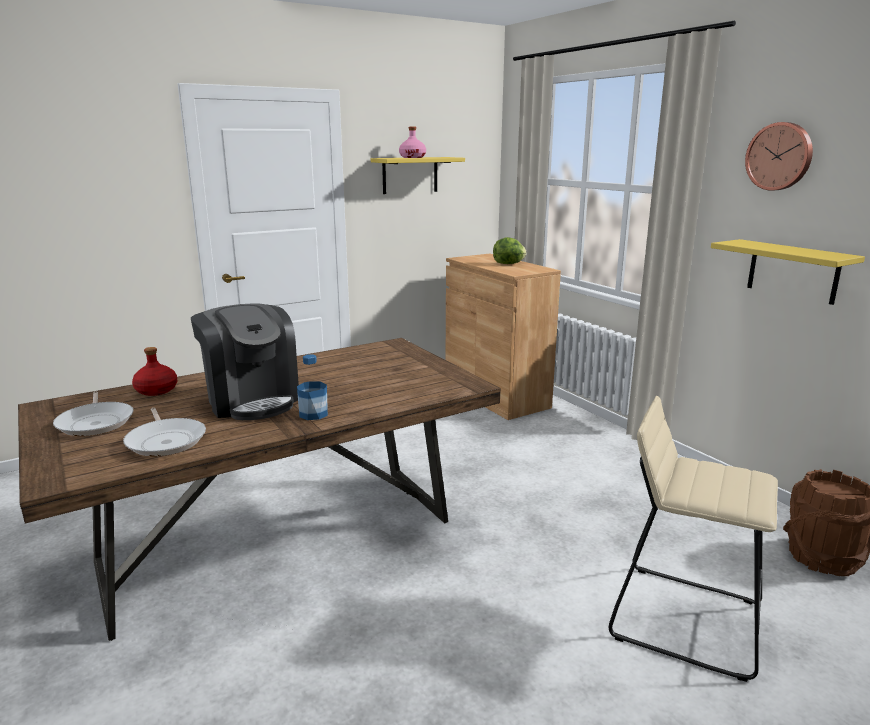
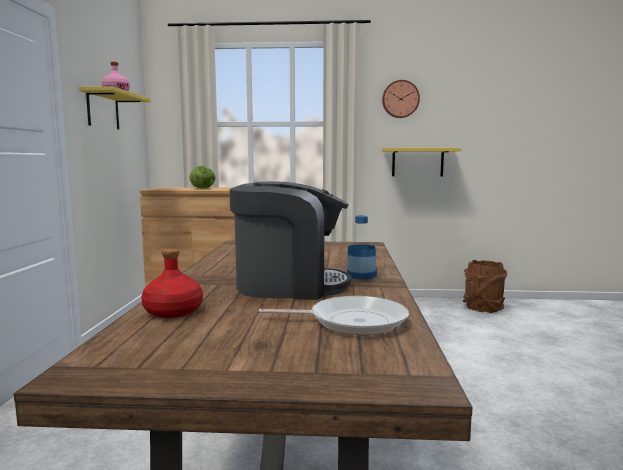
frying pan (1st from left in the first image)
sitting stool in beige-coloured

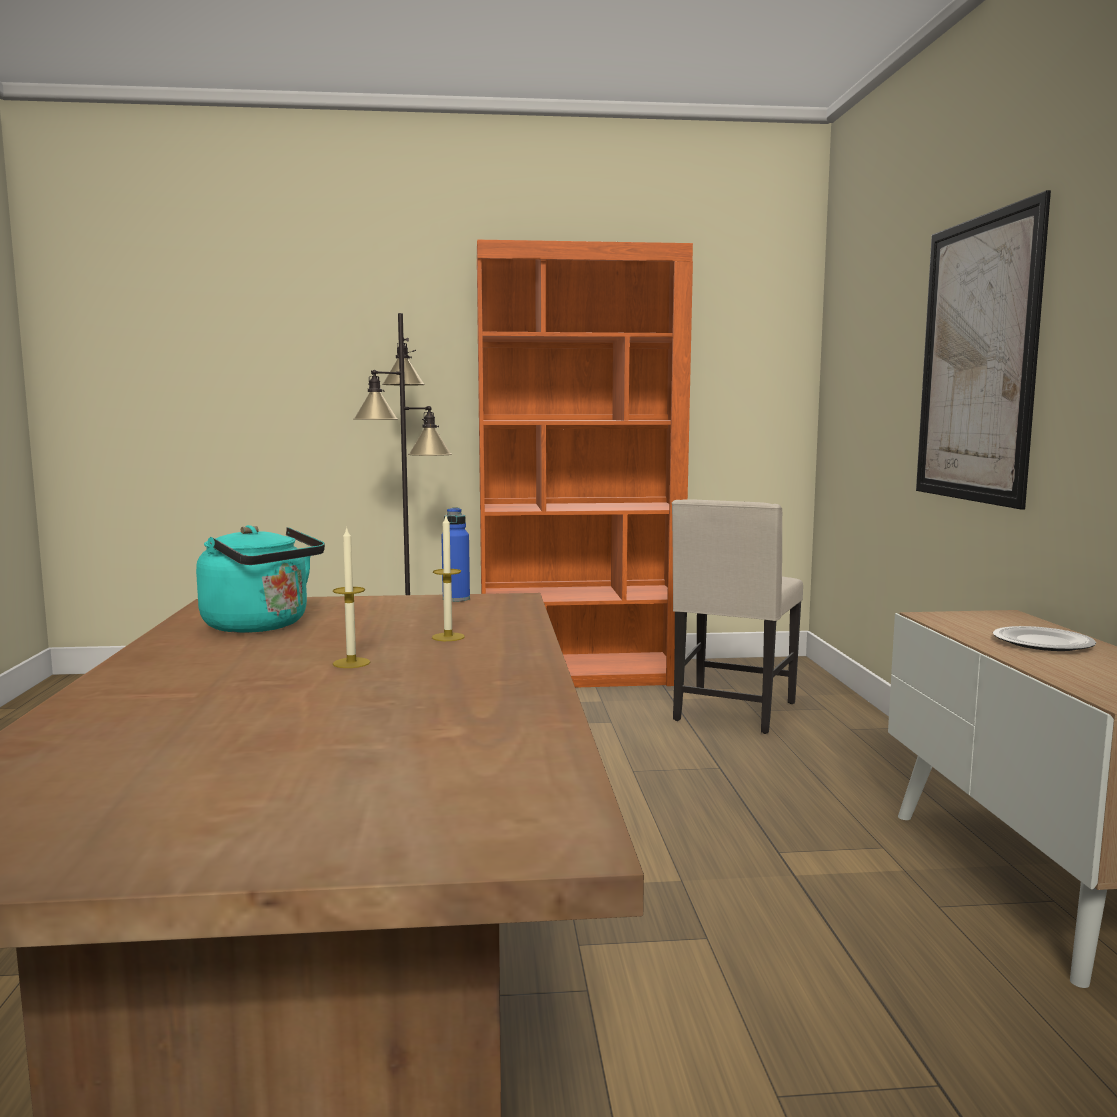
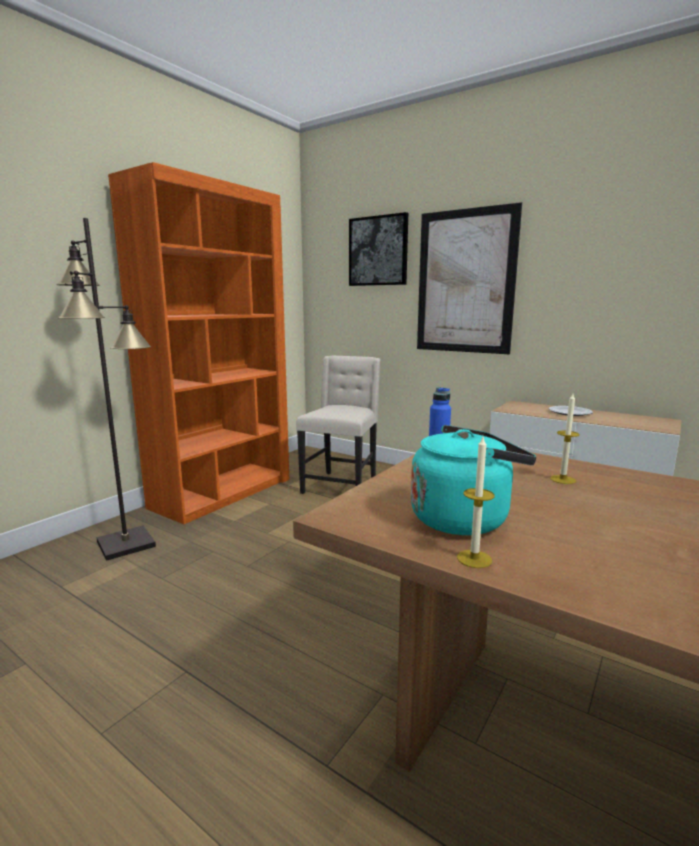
wall picture (1st from left)
wax light (1st from left)
upright chair in beige-coloured

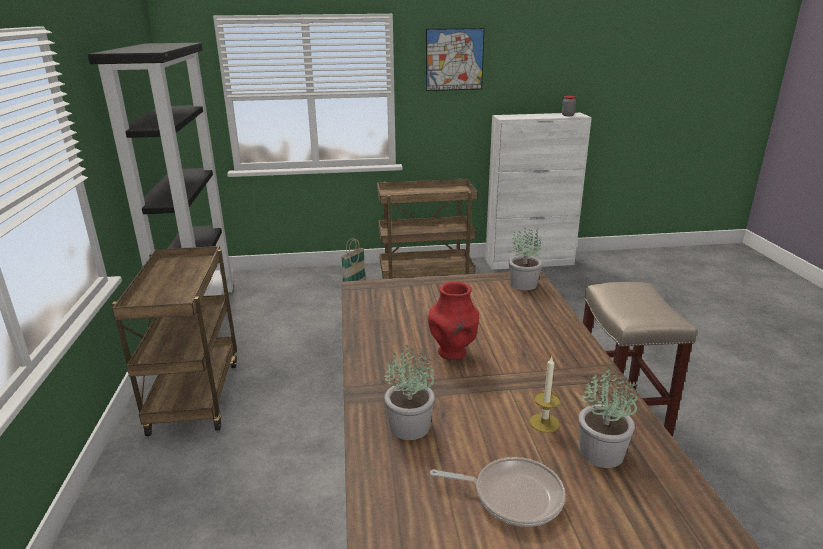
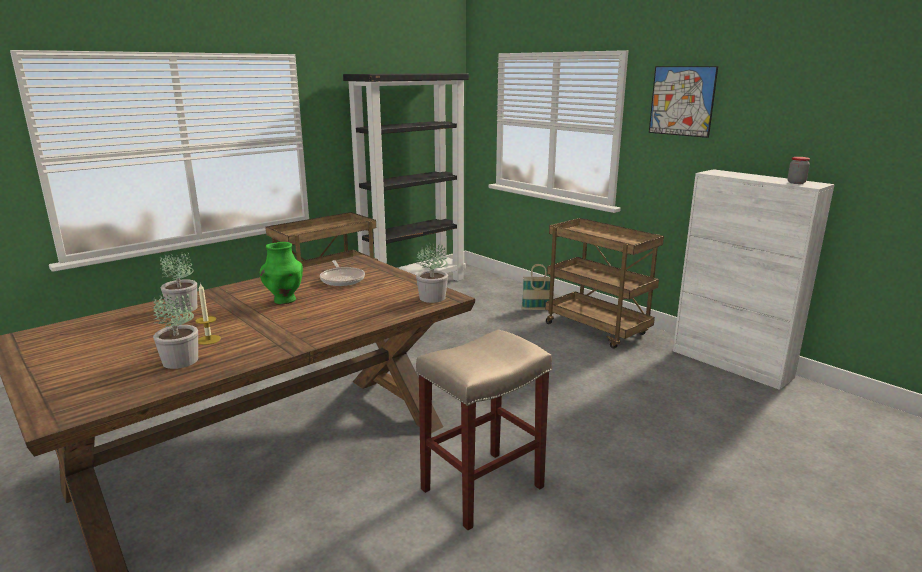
frying pan
flower vase in greenish

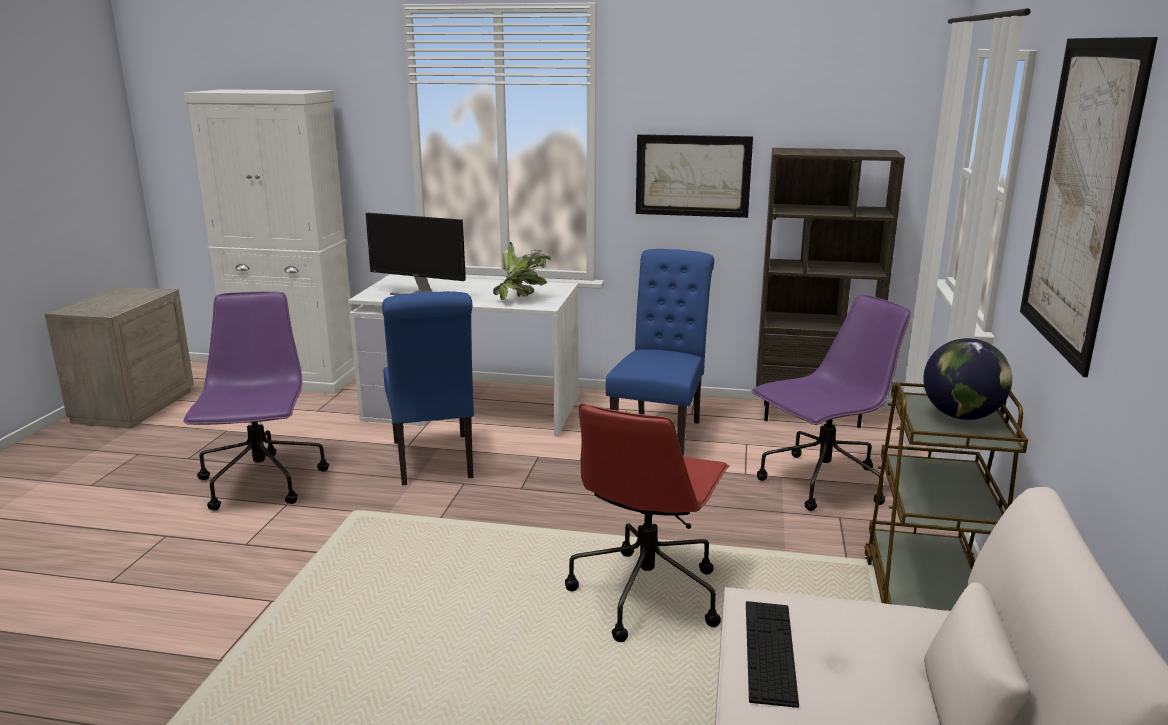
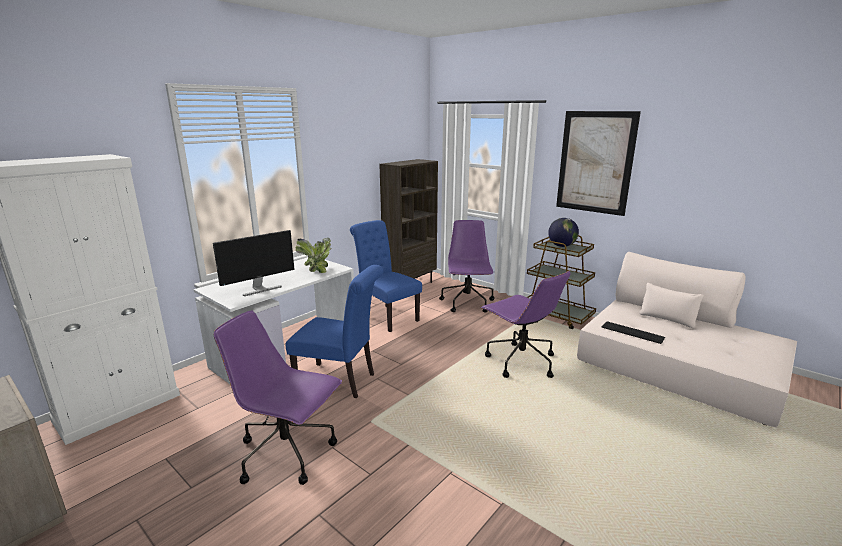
wall picture (1st from left in the first image)
computer chair in purplish (3rd from left)

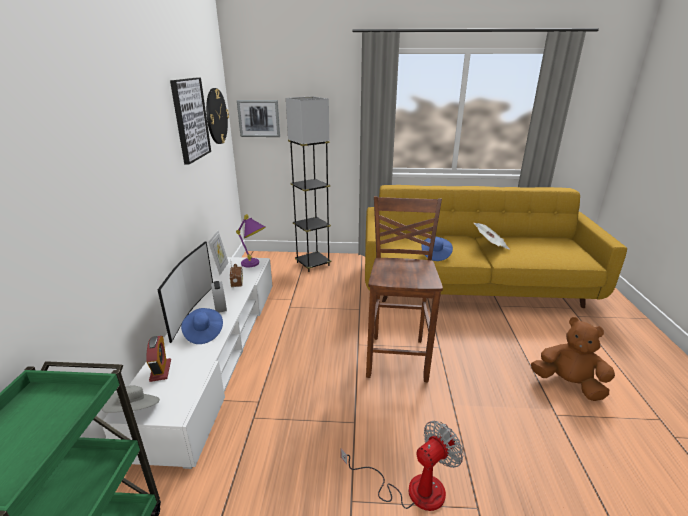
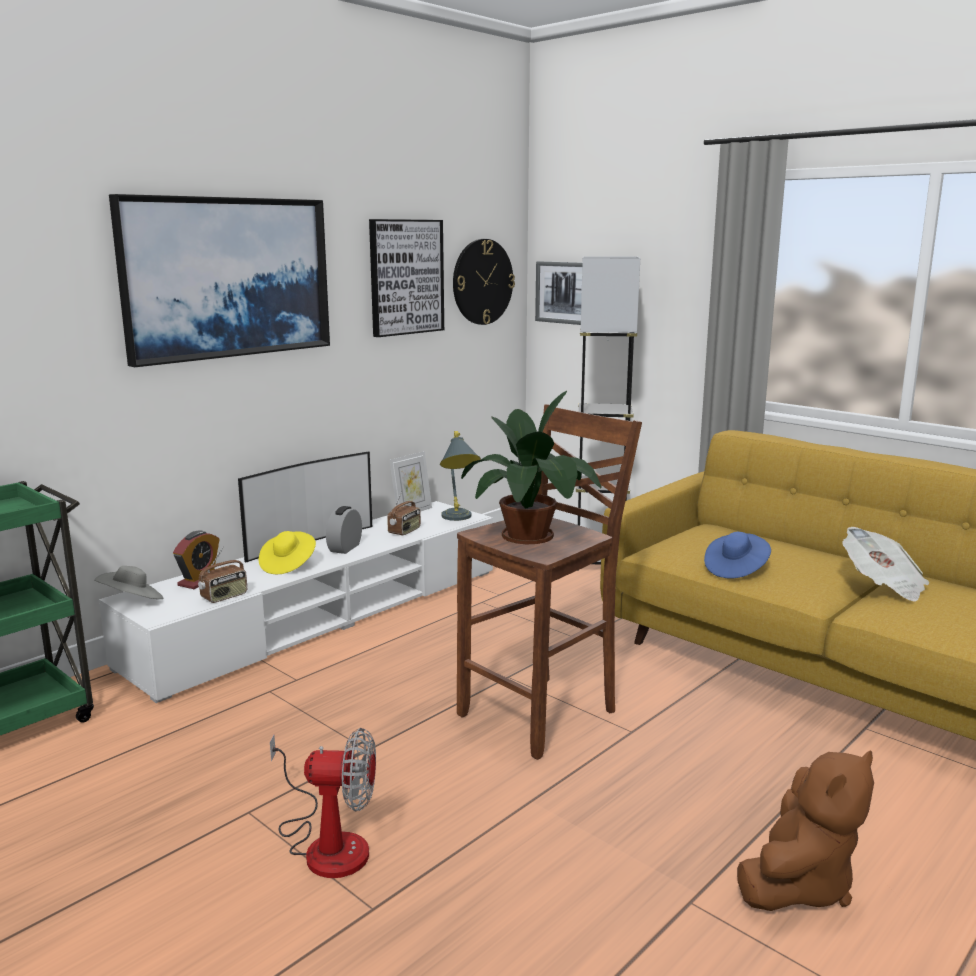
wall picture (1st from left)
radio receiver (1st from left)
houseplant
hat in yellow
tabletop lamp in grey
cuddly toy in brown-coloured

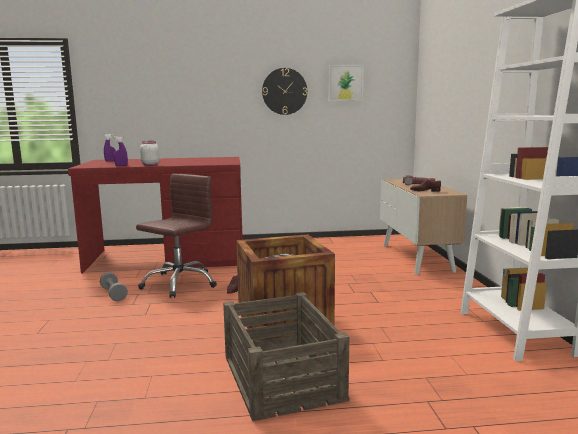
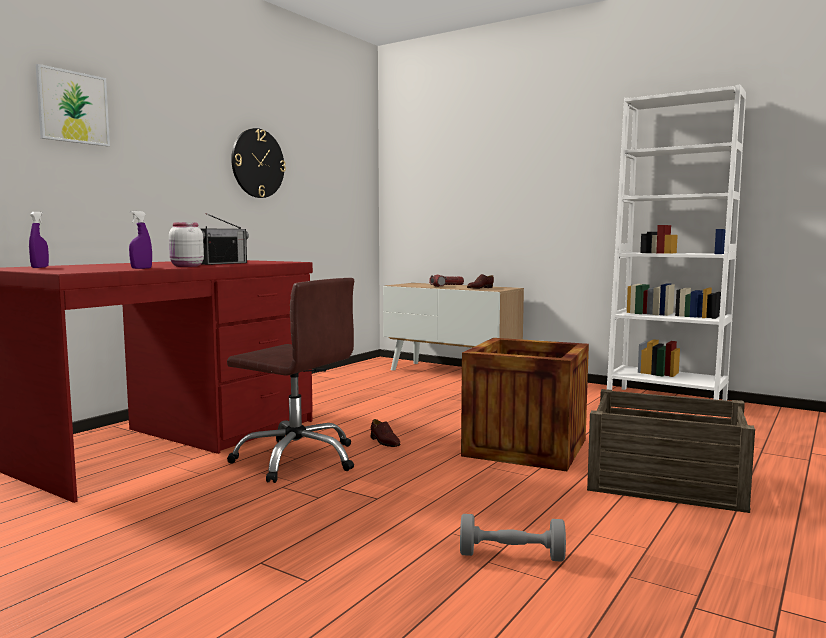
radio receiver
dumbbell in grey
wall picture
computer chair in brown-coloured

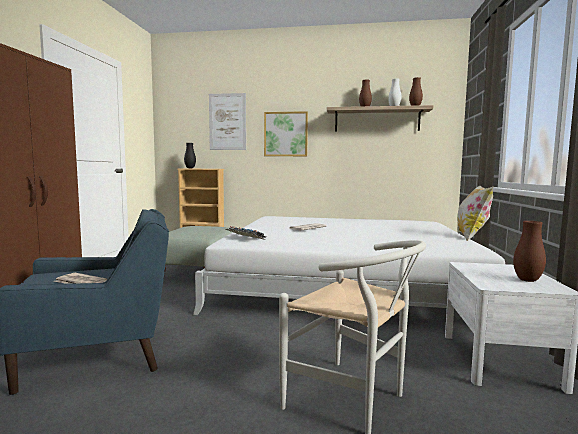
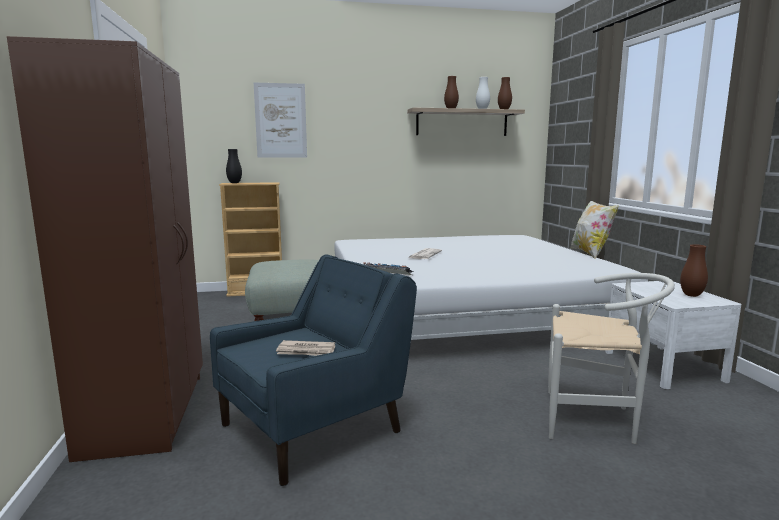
wall picture (2nd from left in the first image)

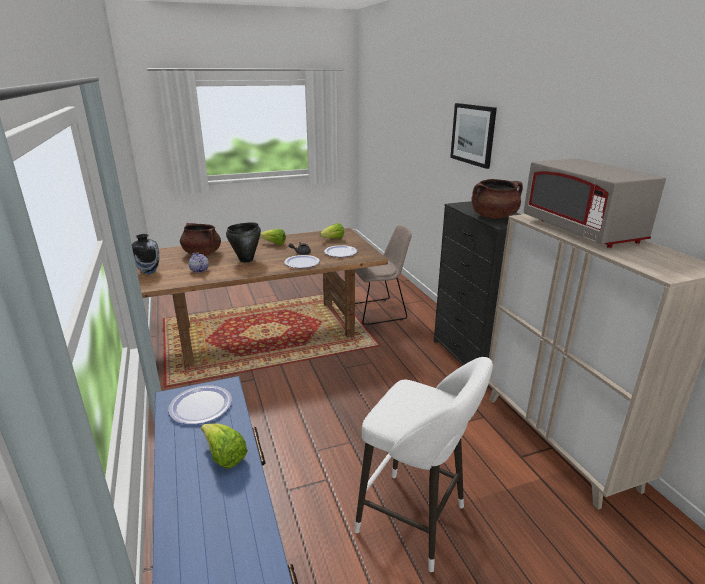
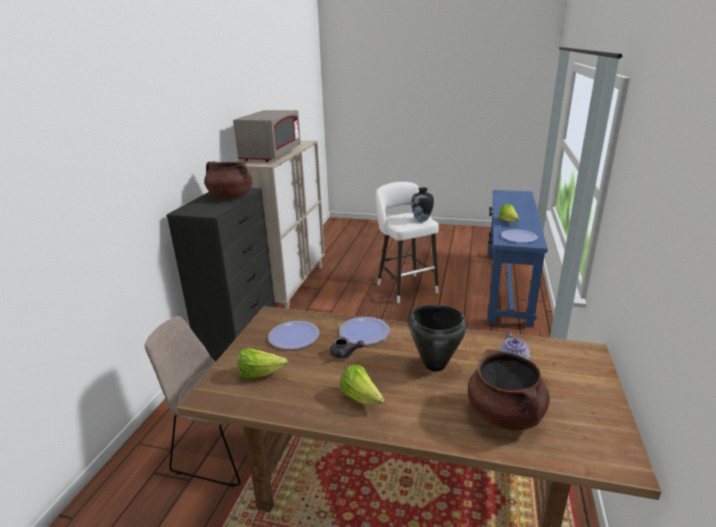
wall picture
flower vase

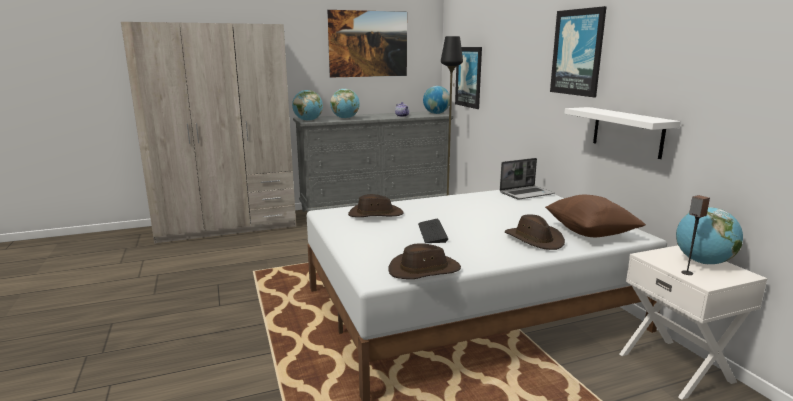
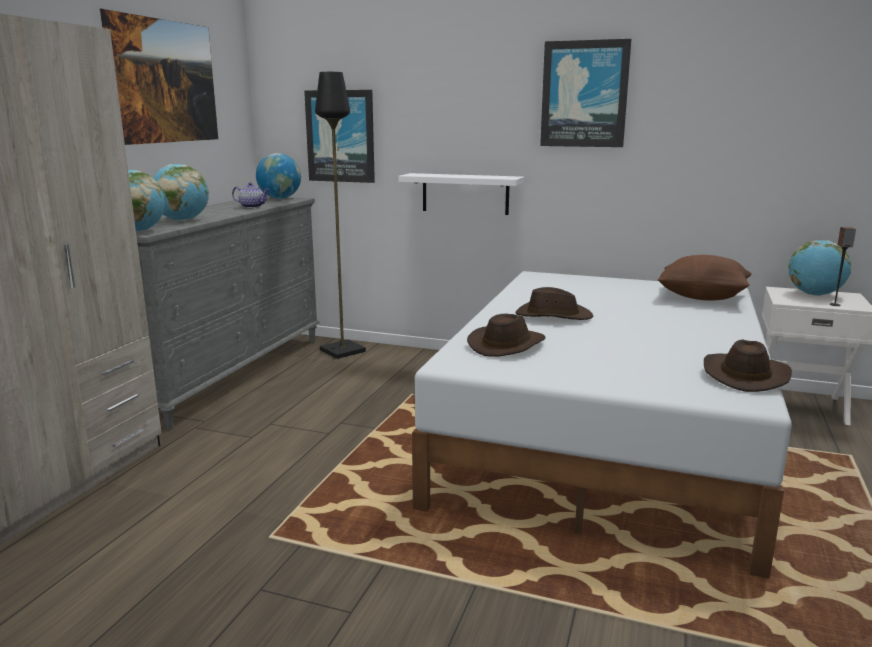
computer keyboard
laptop
hat in brown-coloured (2nd from left)
shelf in whitish

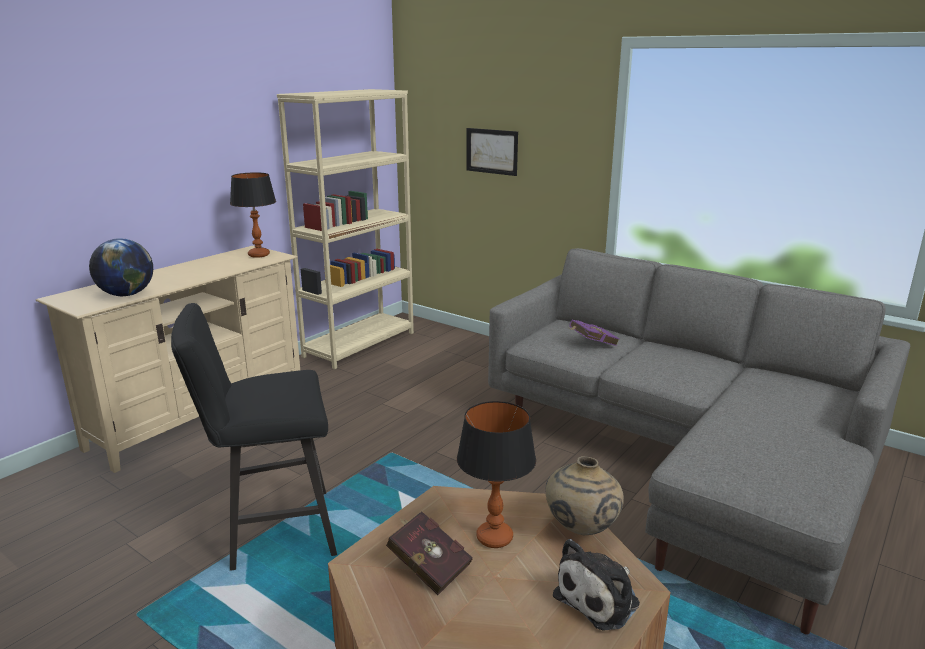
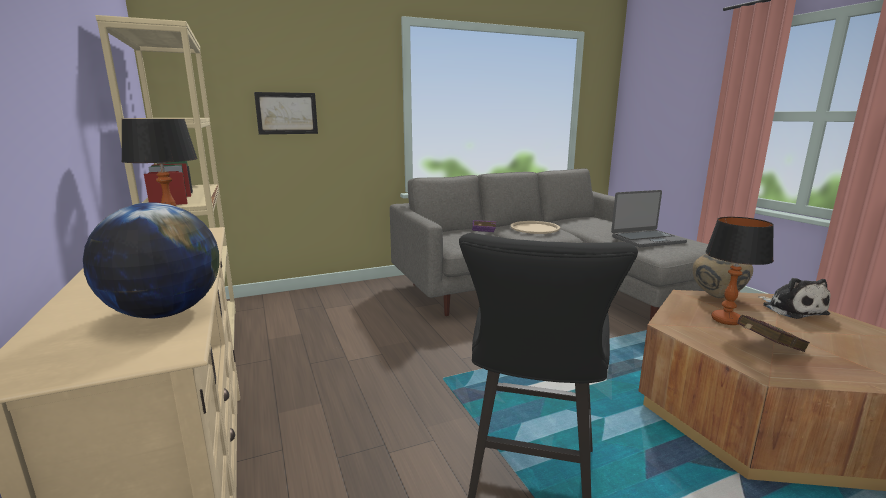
serving tray in beige-coloured
laptop

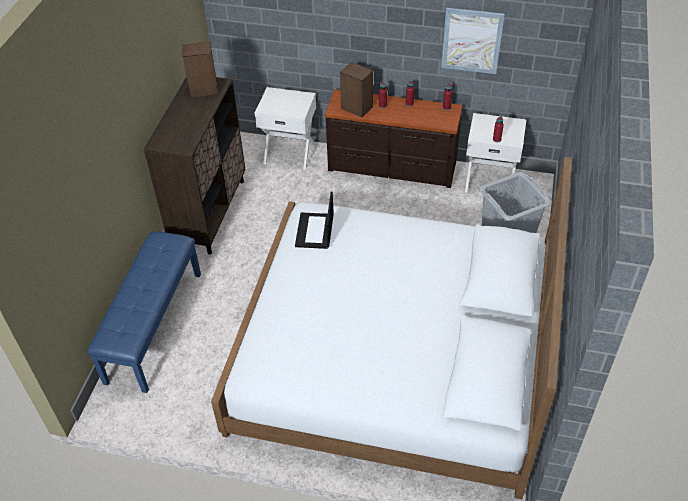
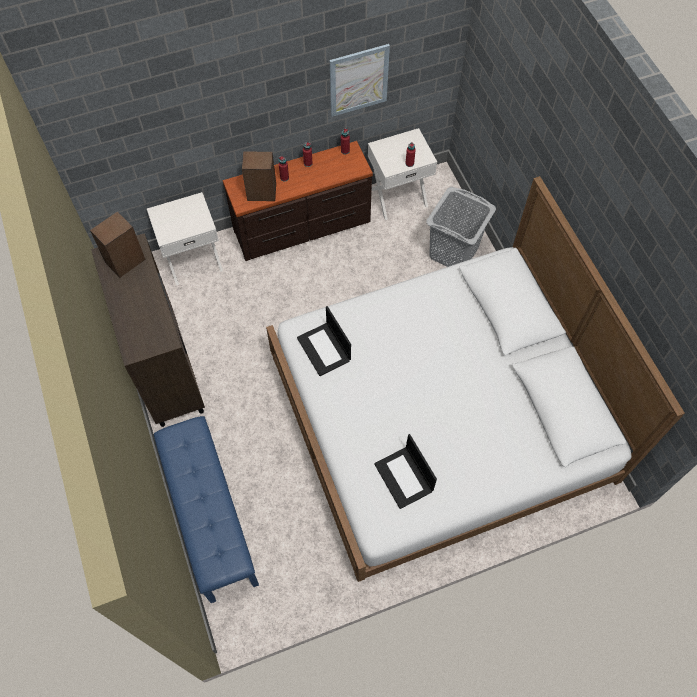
laptop (2nd from left)

